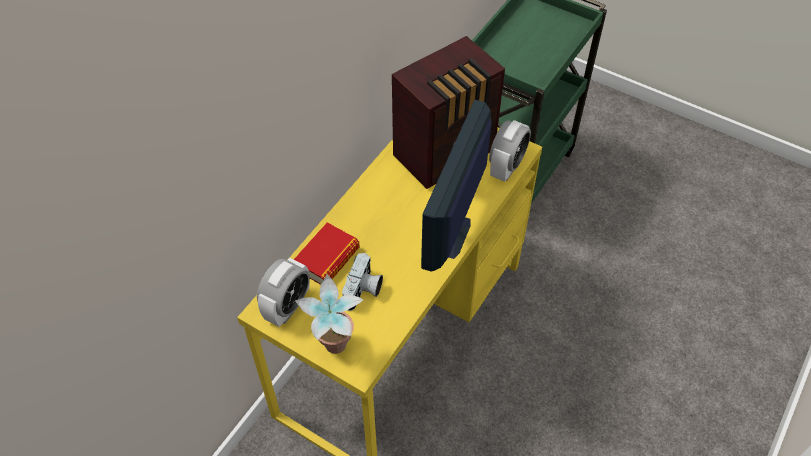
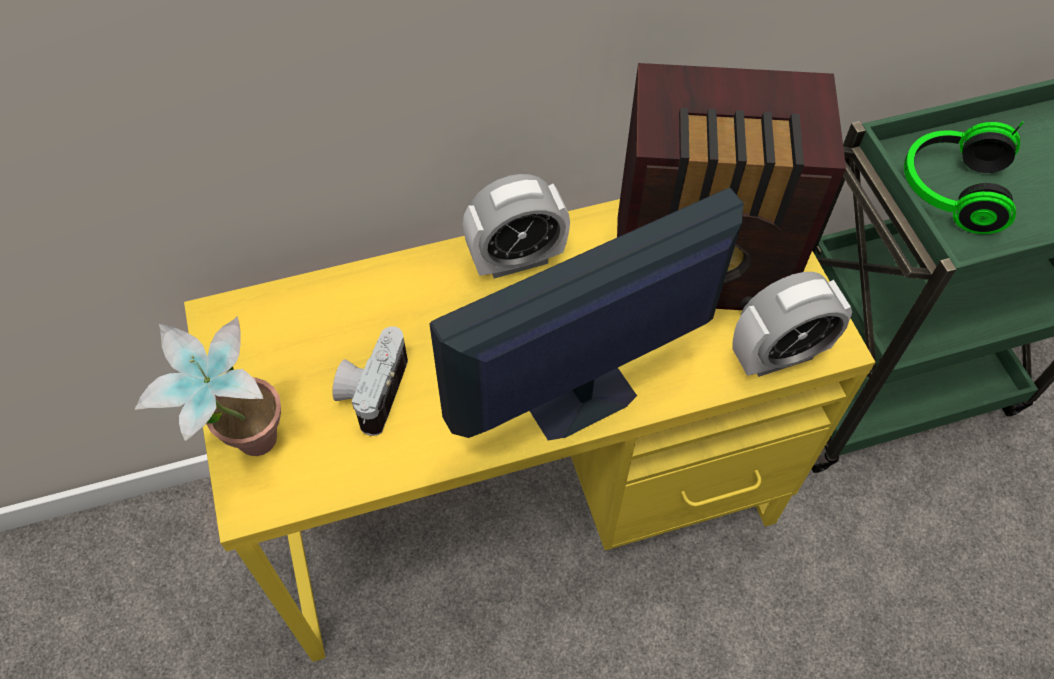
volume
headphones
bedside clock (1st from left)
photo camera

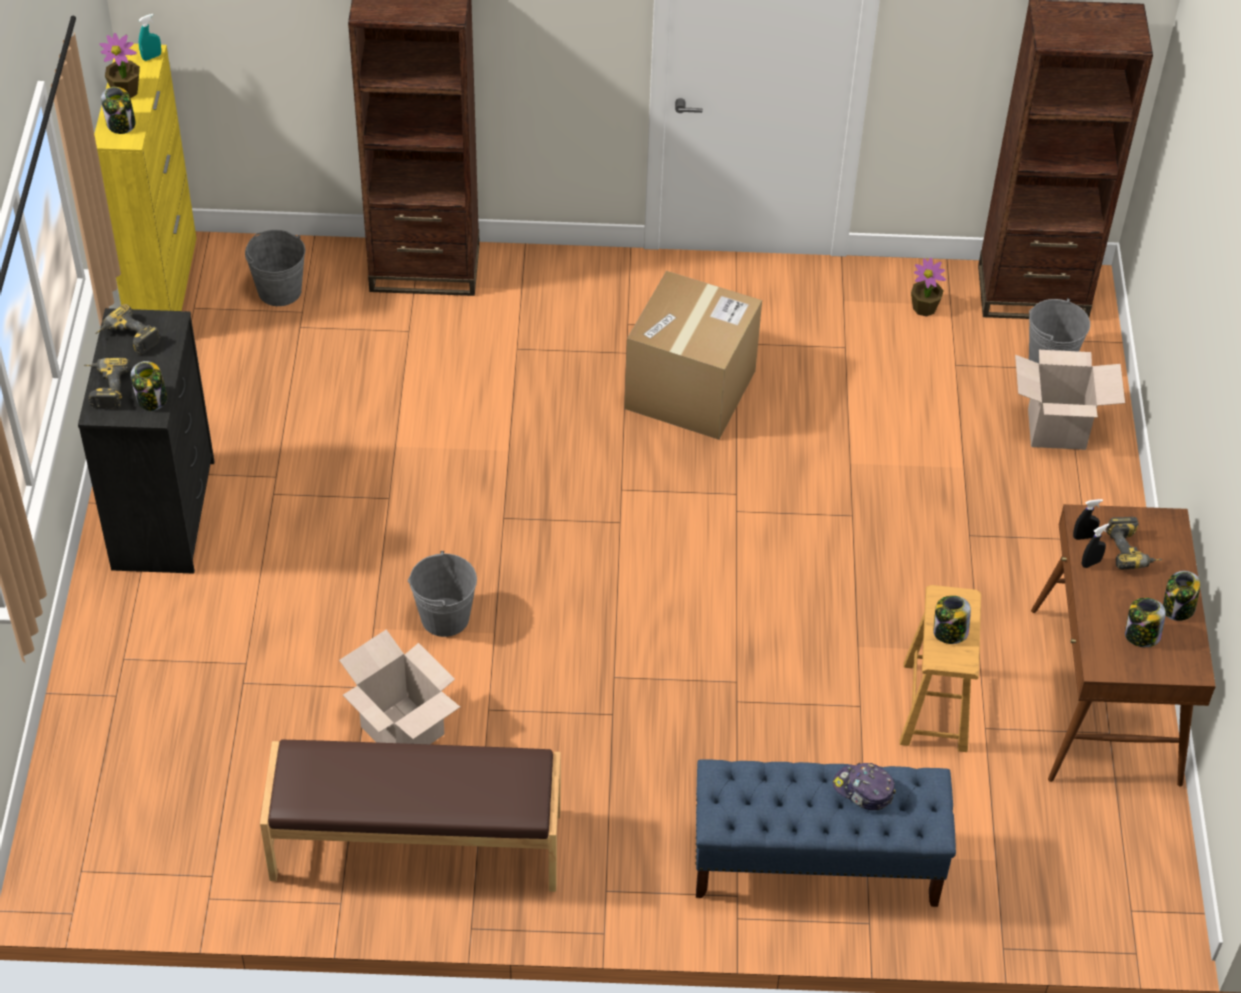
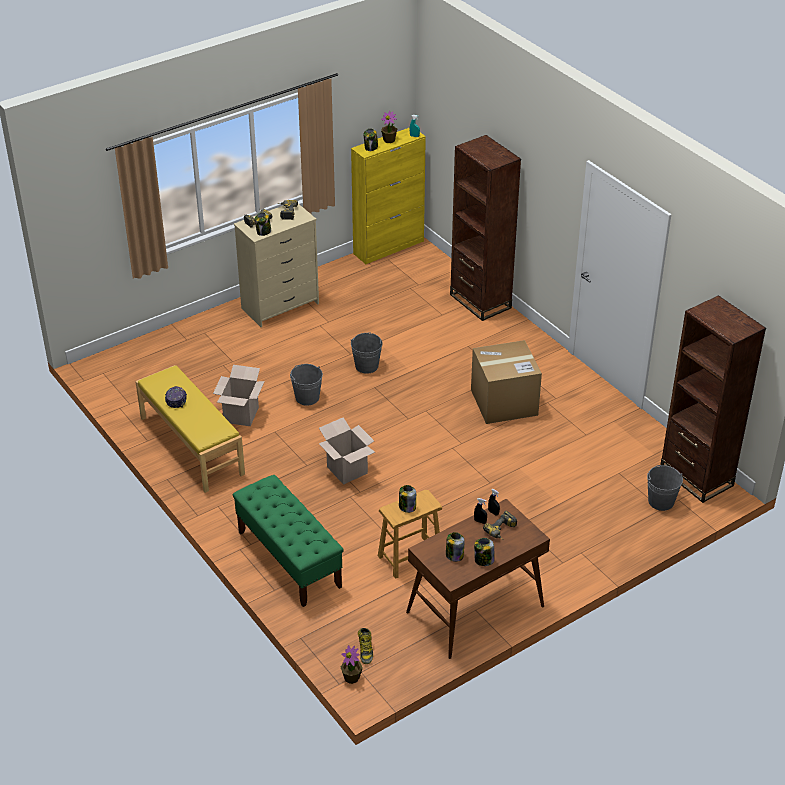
boot
pail in grey (2nd from left)
baseball cap
houseplant (1st from left)
cardboard box (2nd from left)
chest of drawers in beige-coloured
indoor bench in yellow
indoor bench in greenish

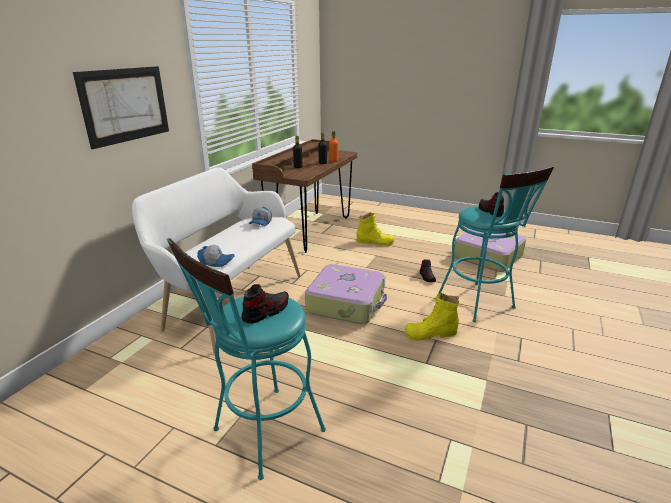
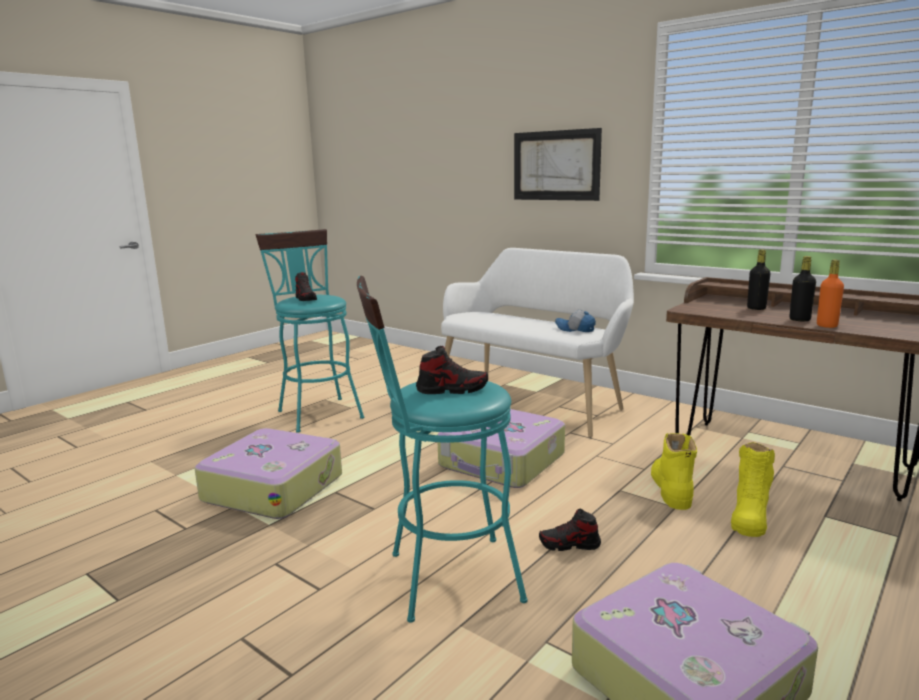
baseball cap (1st from left in the first image)
piece of luggage (1st from left)
boot in yellow (1st from left)

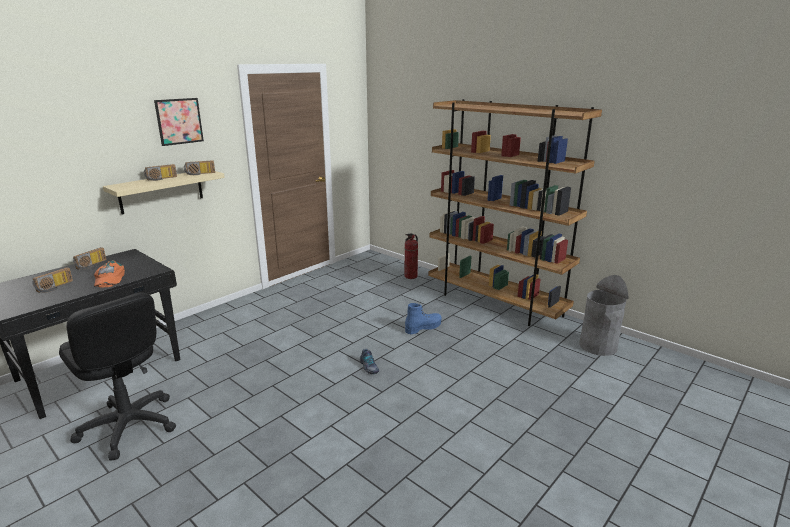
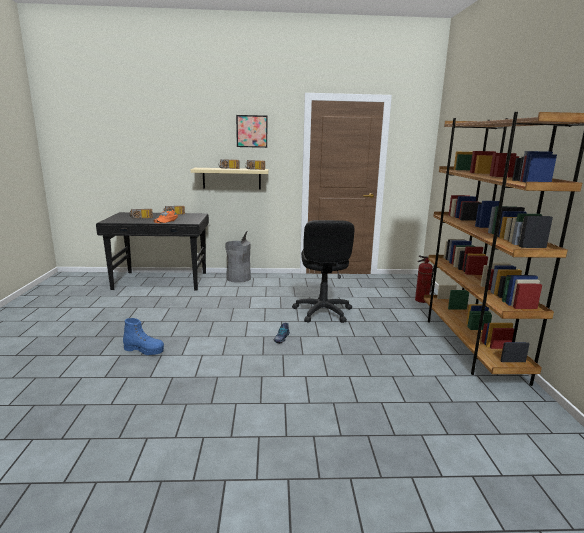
computer chair in blackish
boot in bluish
rubbish bin in grey

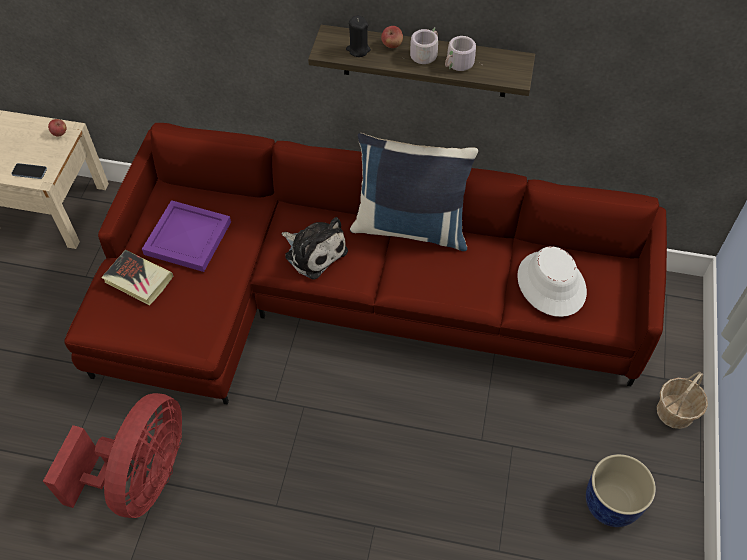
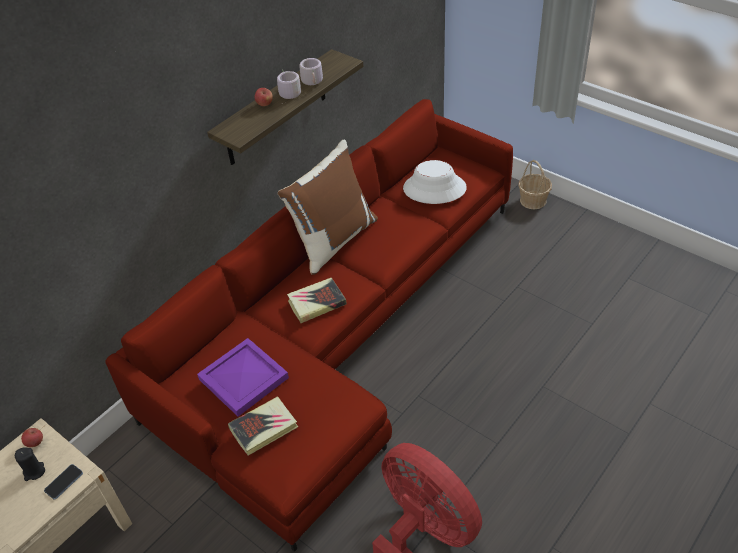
plant pot in bluish
wax light in blackish
volume (2nd from left)
pillow in brown-coloured

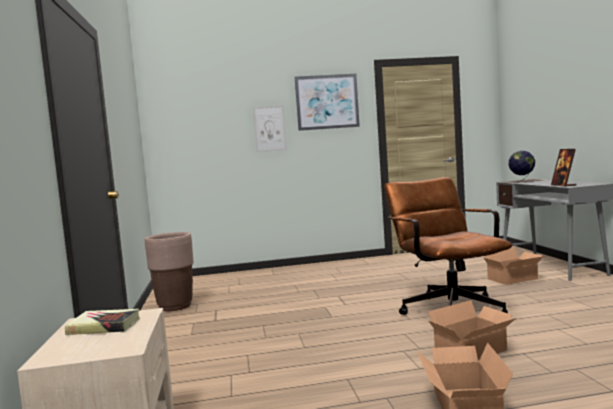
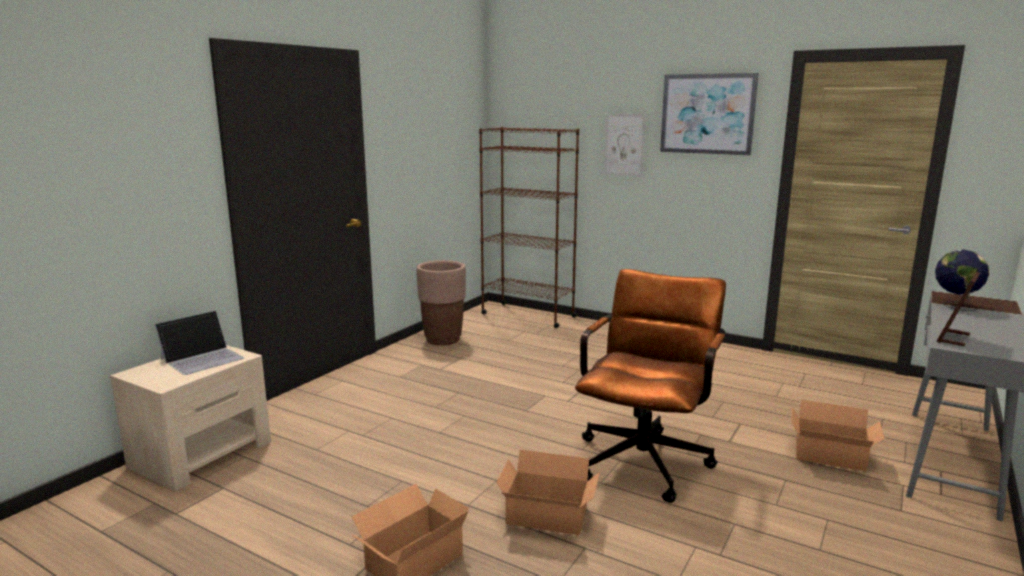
bookcase in brown-coloured
laptop

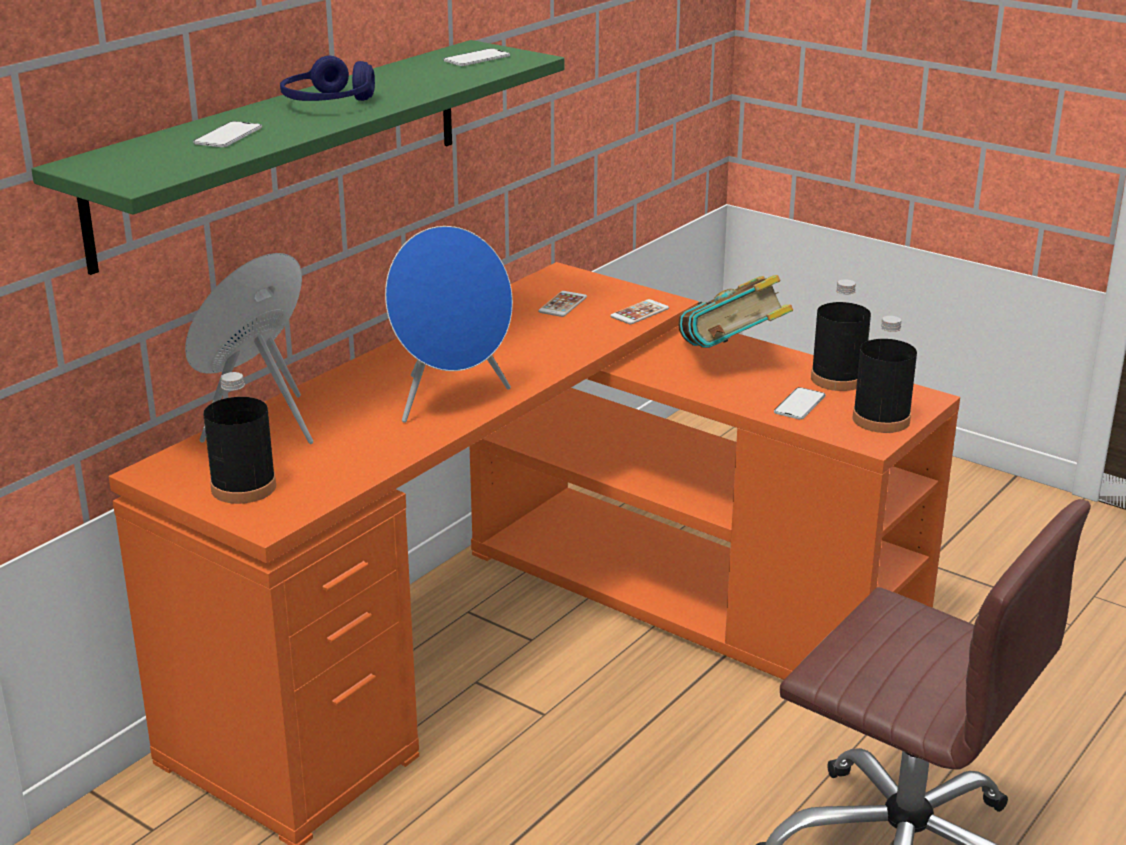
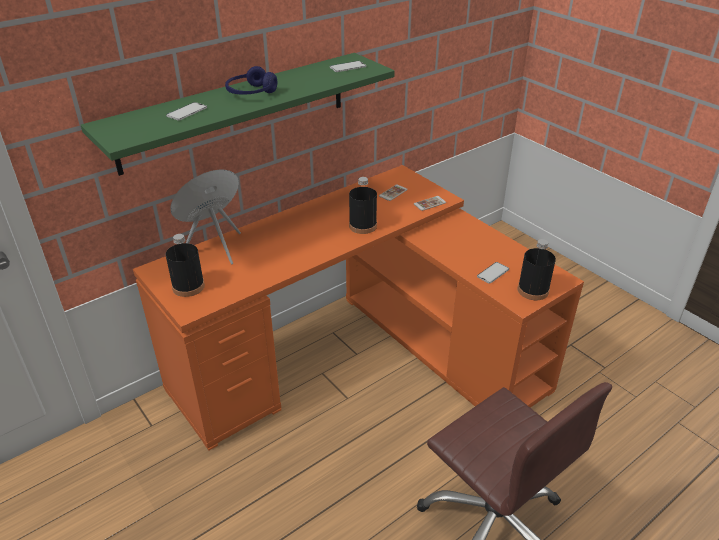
speaker in bluish (2nd from left in the first image)
volume
drink bottle in blackish (2nd from left)

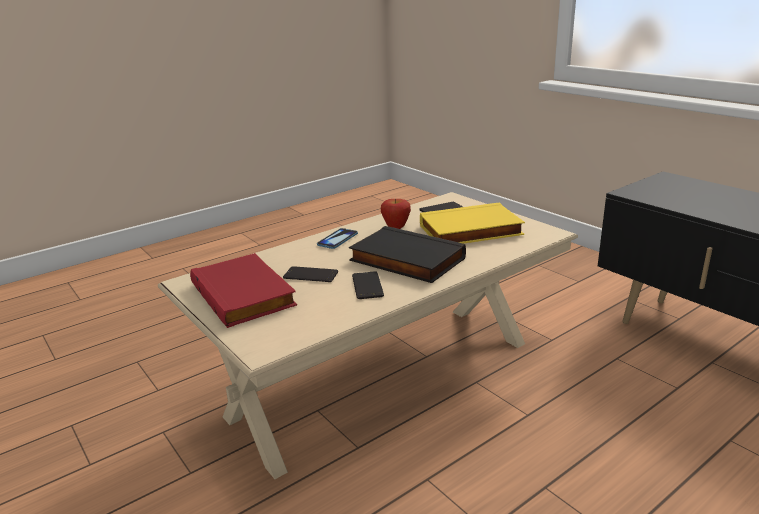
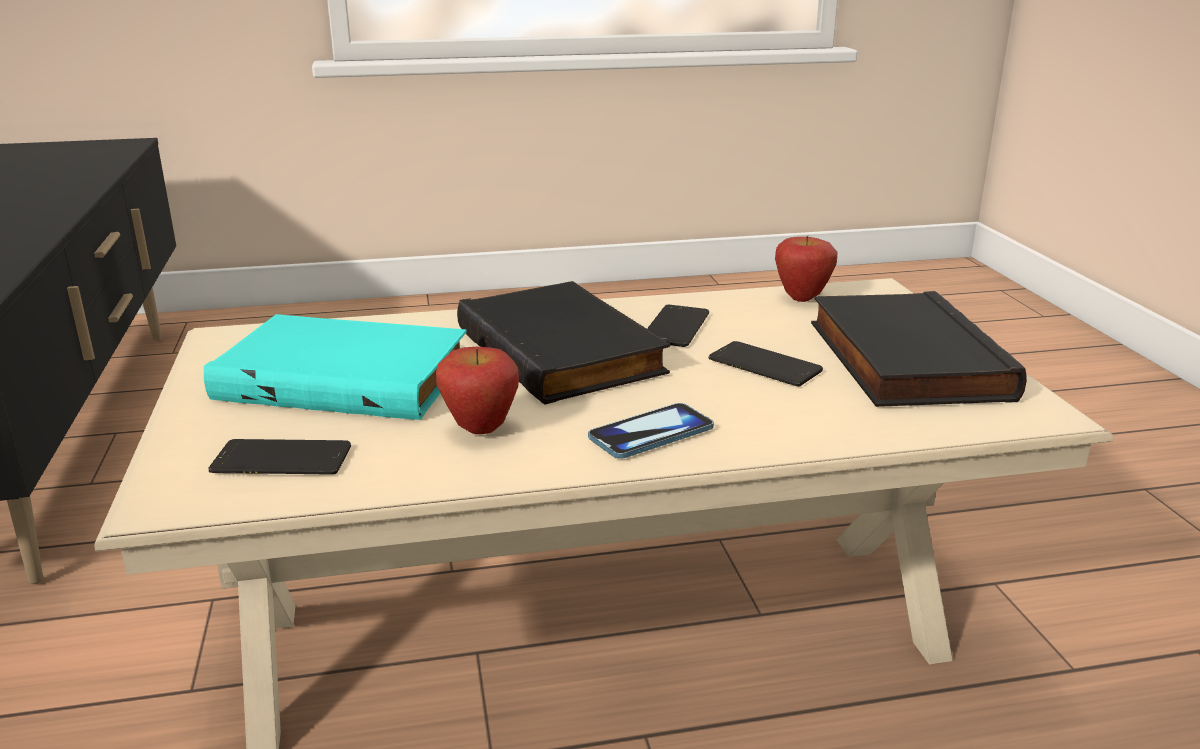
apple fruit (2nd from left)
volume in blackish (2nd from left)
volume in turquoise

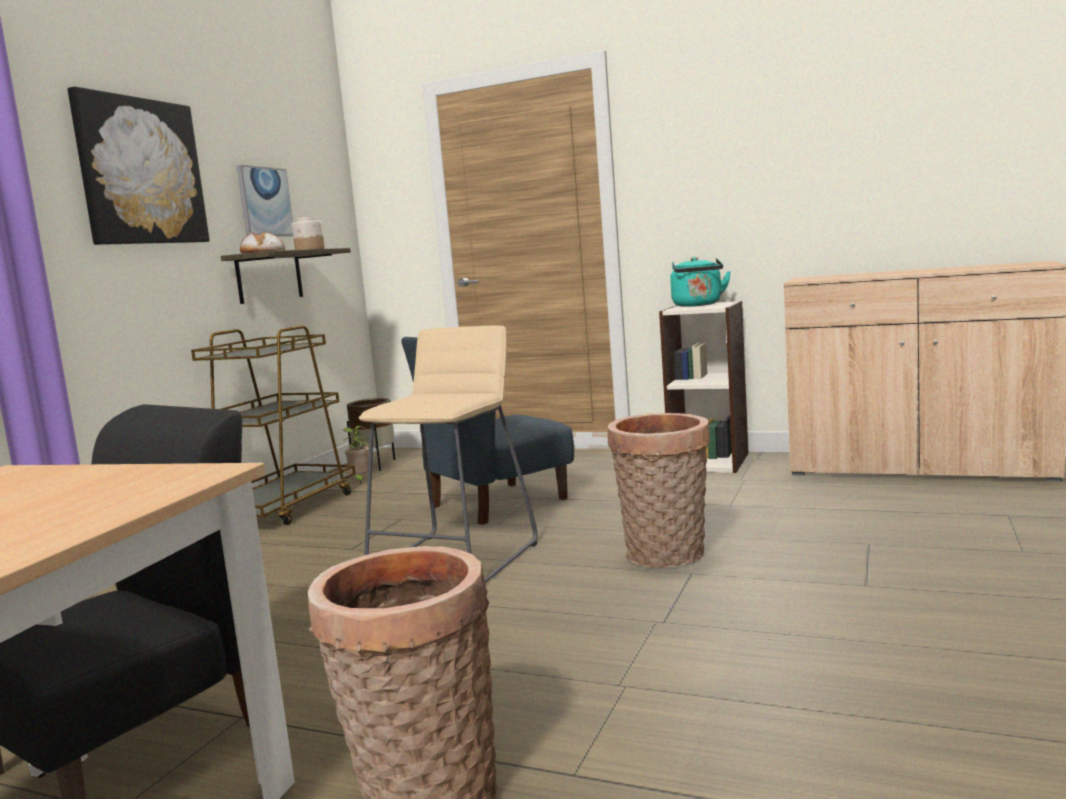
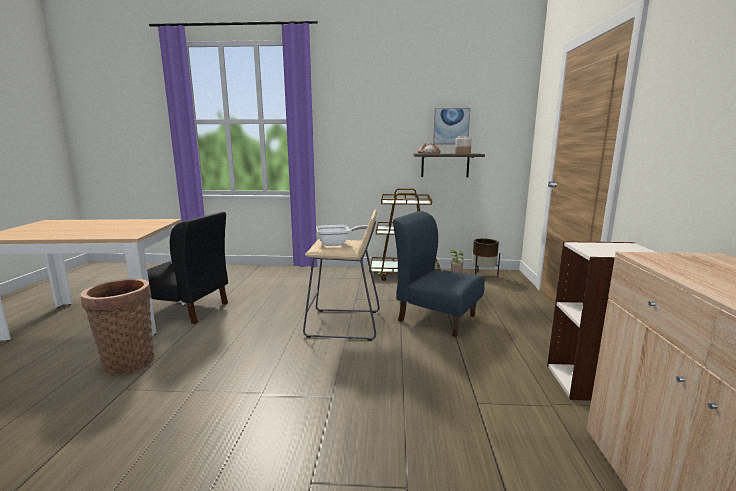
wall picture (1st from left in the first image)
storage basket (2nd from left in the first image)
kettle in turquoise
frying pan

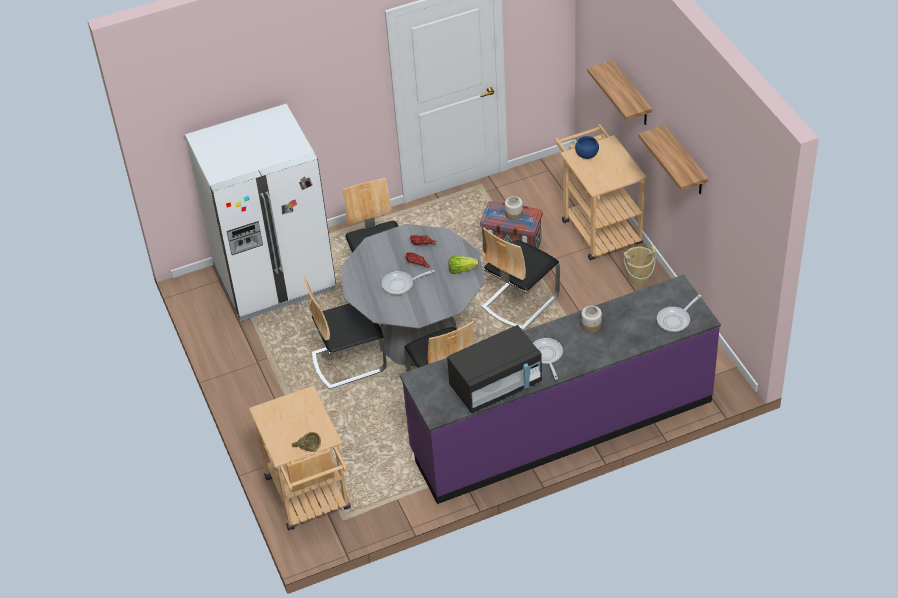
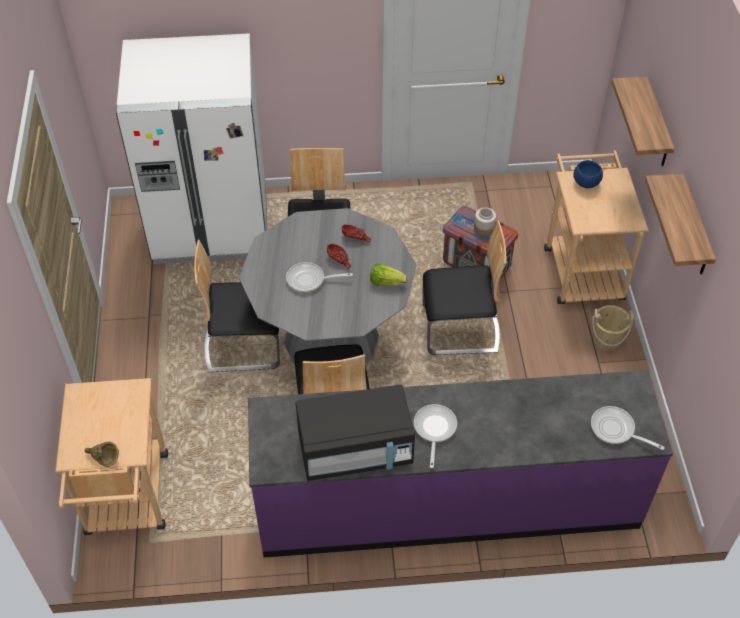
jar (2nd from left in the first image)
upright chair (4th from left)
frying pan (3rd from left)

